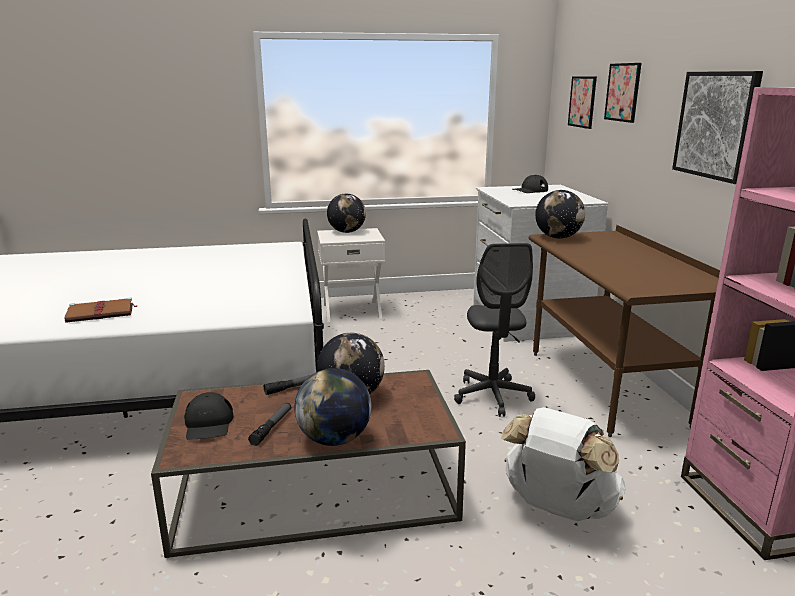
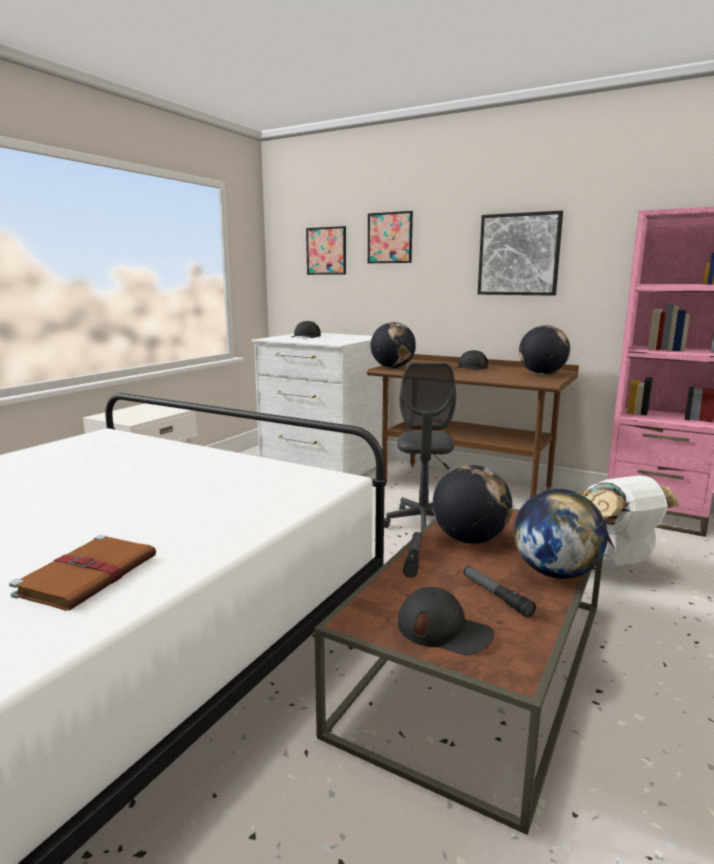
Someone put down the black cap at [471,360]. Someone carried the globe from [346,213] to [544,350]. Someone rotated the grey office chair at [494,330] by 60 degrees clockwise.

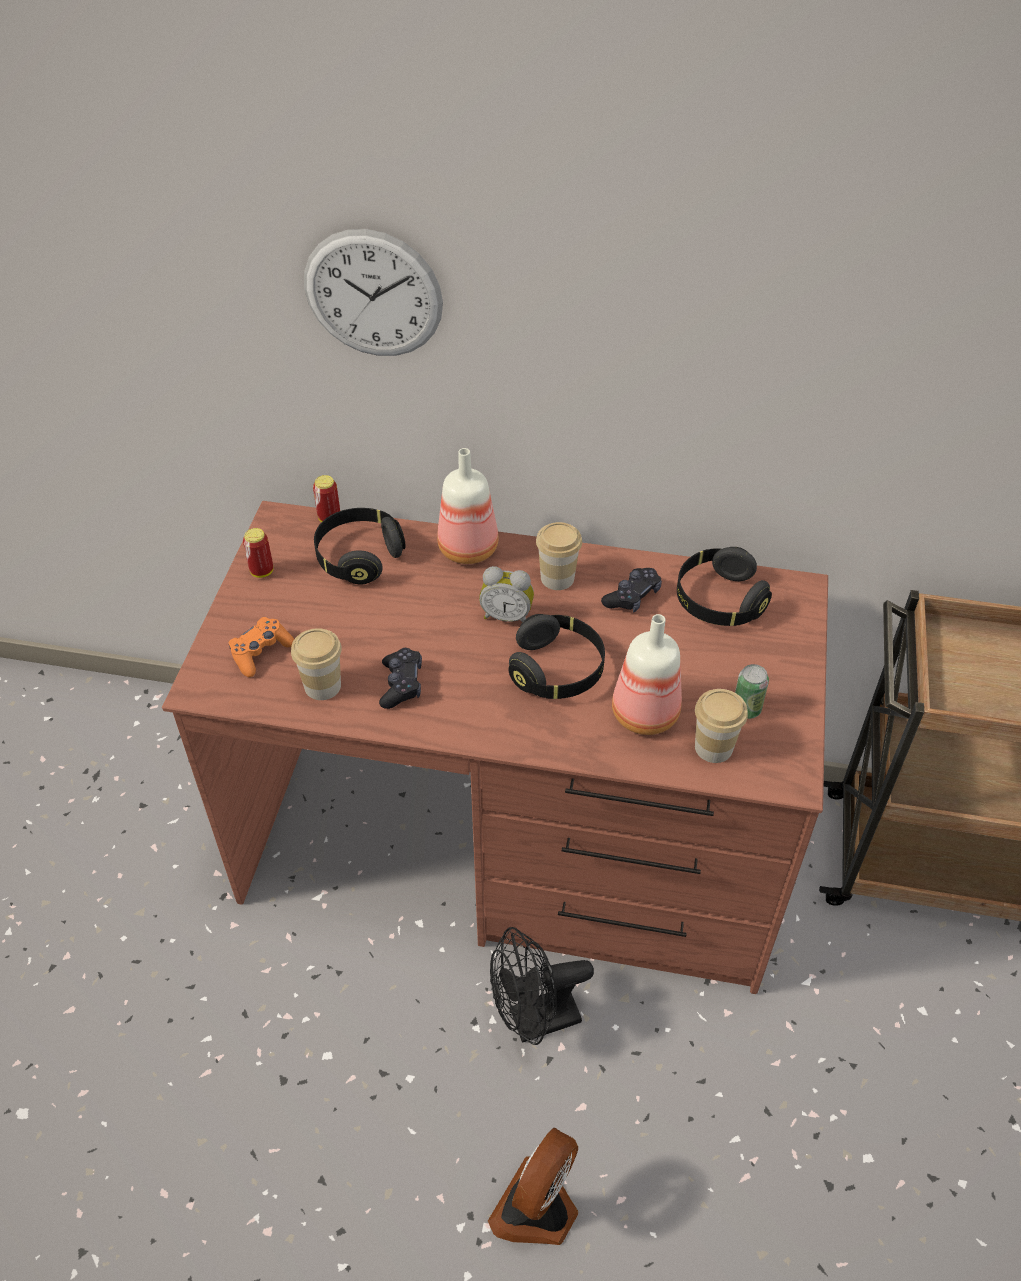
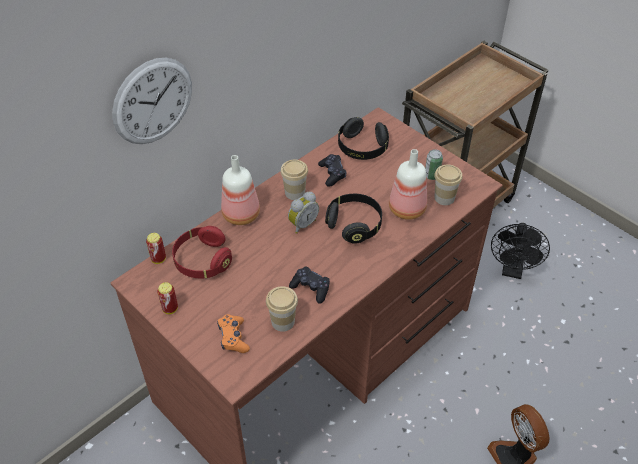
Someone carried the black fan from [542,986] to [520,251]. Someone repainted the black headphones at [360,546], which became the red headphones at [202,252].

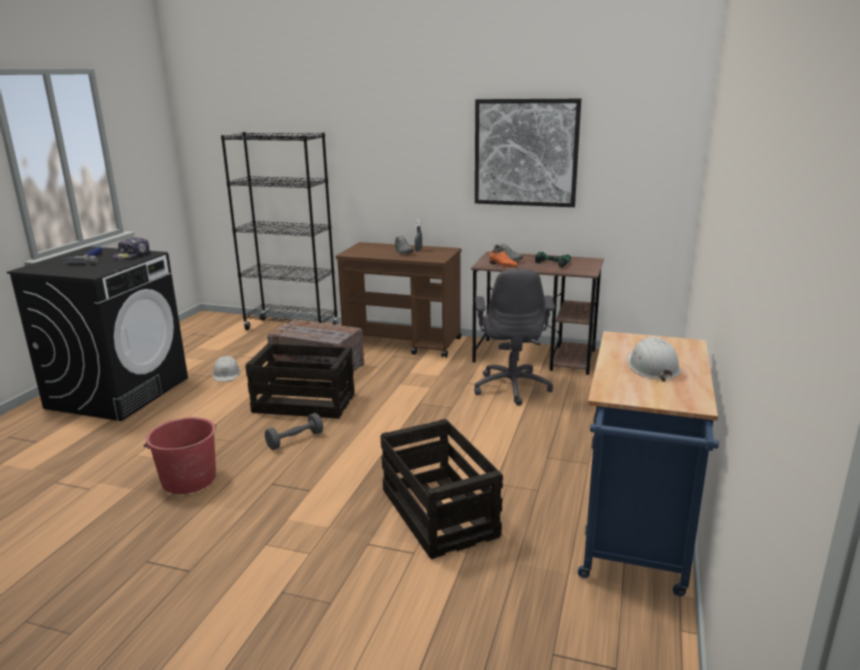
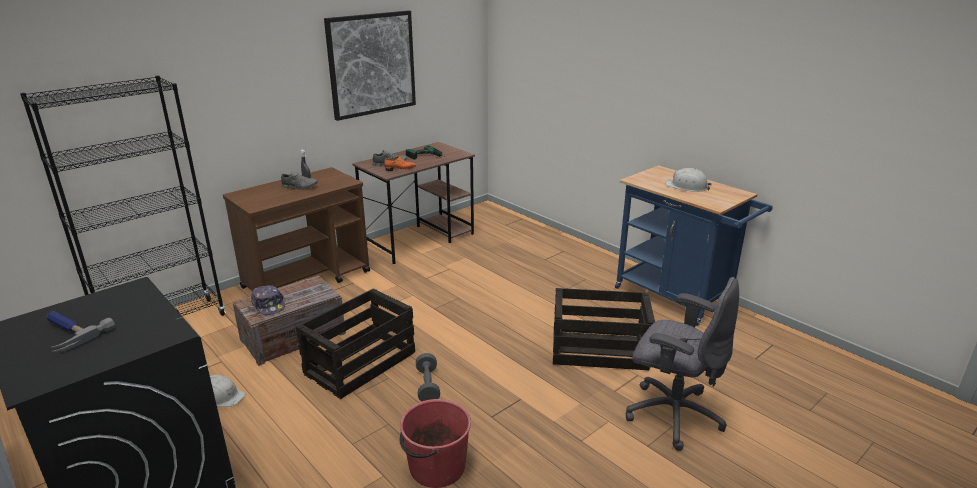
Someone carried the cap from [131,248] to [268,300]. Someone carried the grey office chair from [514,337] to [682,364].

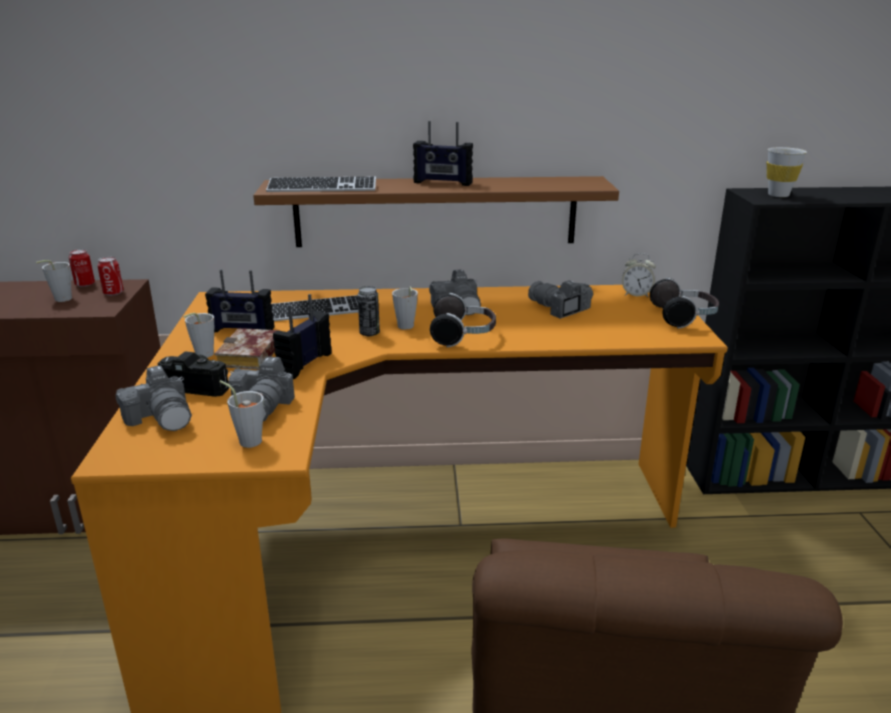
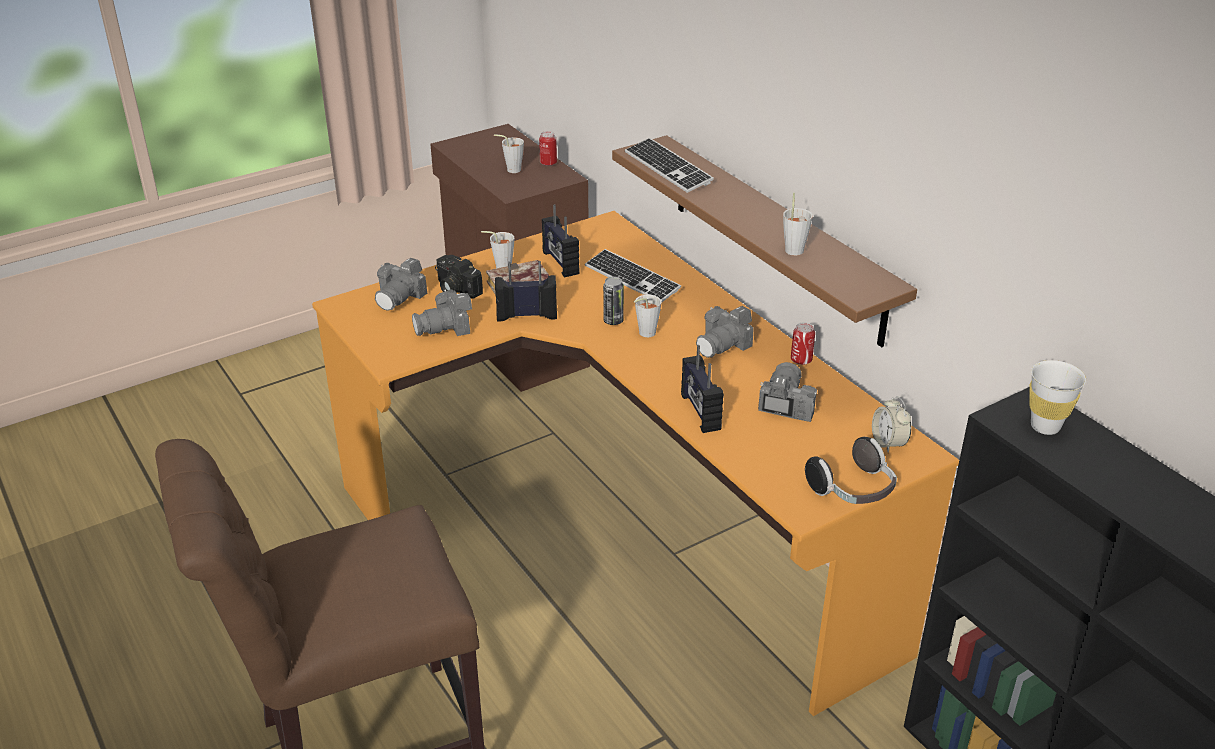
Someone took away the headphones at [463,320]. Someone carried the can from [110,276] to [803,343]. Someone carried the grey cup from [241,414] to [798,224]. Someone carried the radio from [443,153] to [702,389]. Someone rotated the photo camera at [193,374] by 150 degrees clockwise.

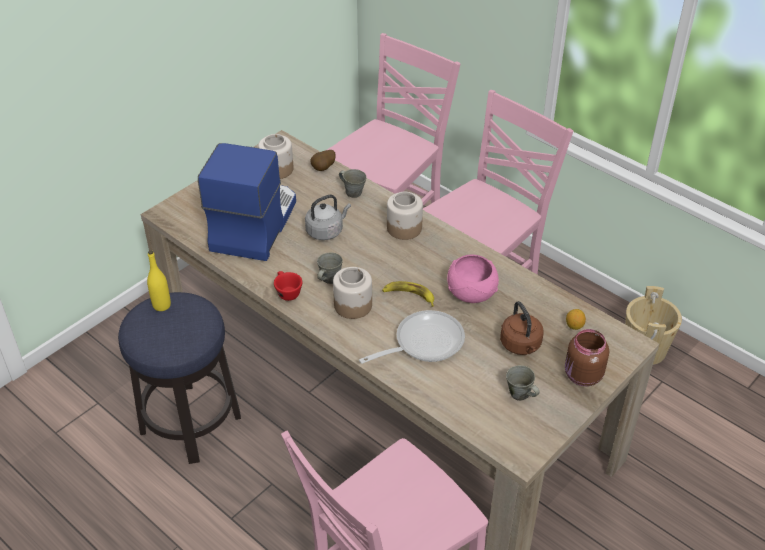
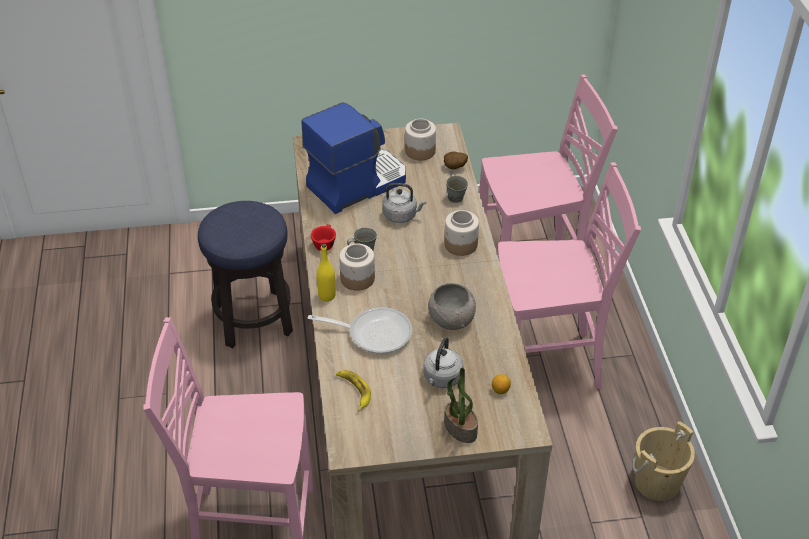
Someone took away the grey mug at [523,383]. Someone carried the yellow bottle from [159,280] to [326,272]. Someone carried the banana from [408,294] to [353,390]. Someone swapped the brown jar at [587,357] for the potted plant at [461,405]. Someone repainted the pink bowl at [473,279], which became the grey bowl at [452,306]. Someone repainted the brown kettle at [521,328], which became the grey kettle at [443,362].

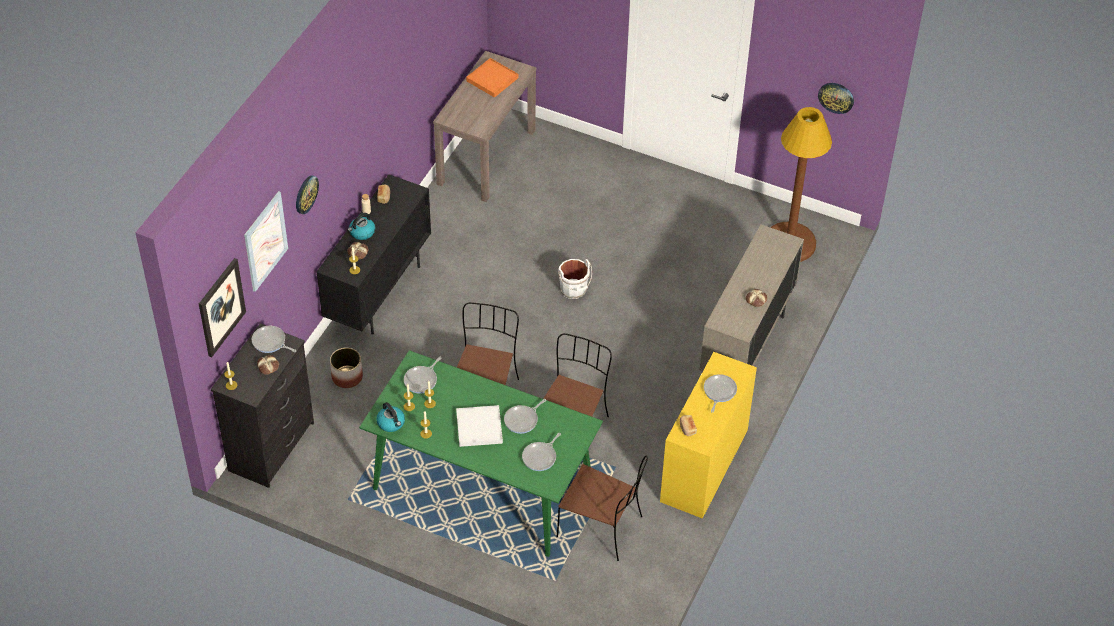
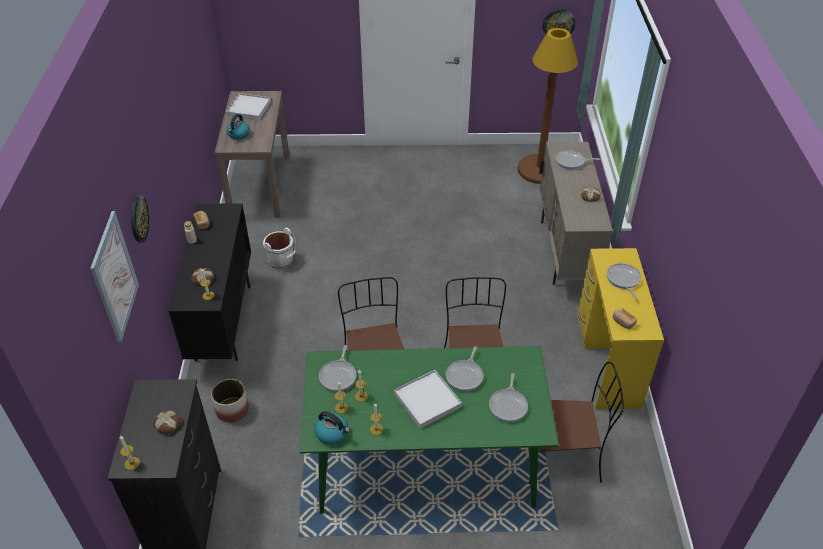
Someone took away the picture at [222,307]. Someone carried the frying pan from [274,339] to [578,159]. Someone carried the kettle from [361,226] to [238,127]. Someone carried the white bucket from [575,279] to [279,248]. Someone repainted the orange tray at [492,78], which became the white tray at [248,106].

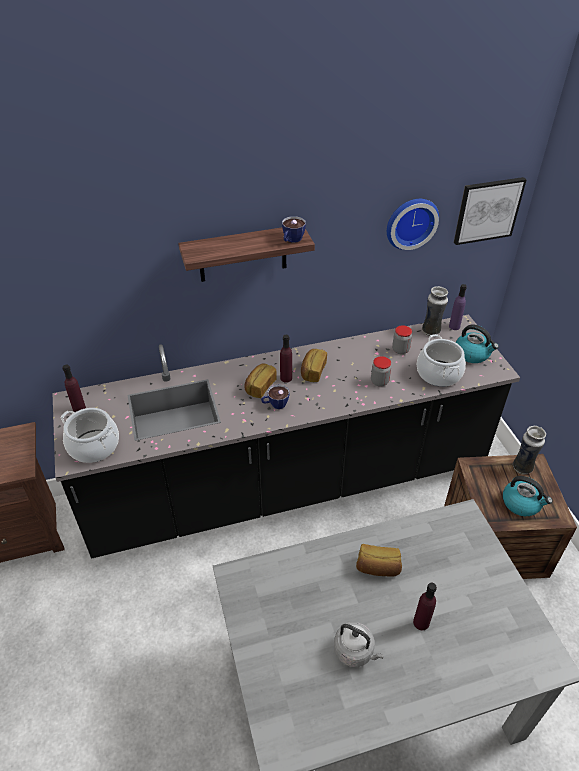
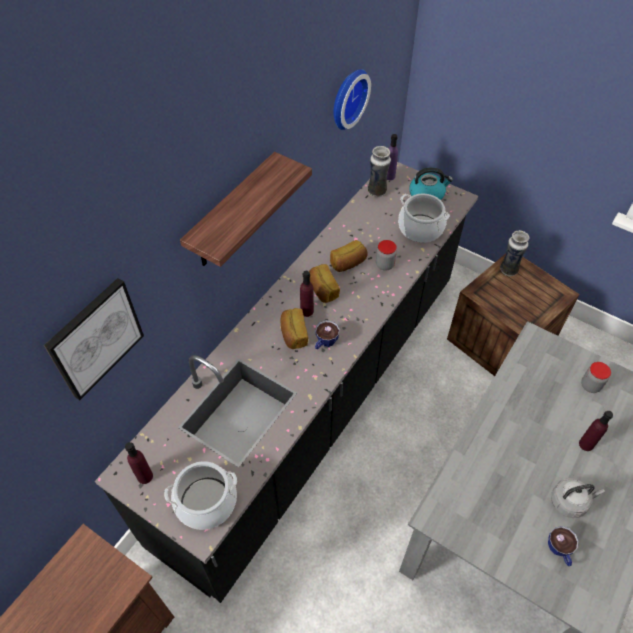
Someone took away the kettle at [527,496]. Someone carried the cup from [294,229] to [563,546]. Someone carried the bread from [379,560] to [349,256]. Someone carried the jar from [402,339] to [596,377]. Someone carried the picture from [490,211] to [94,339].

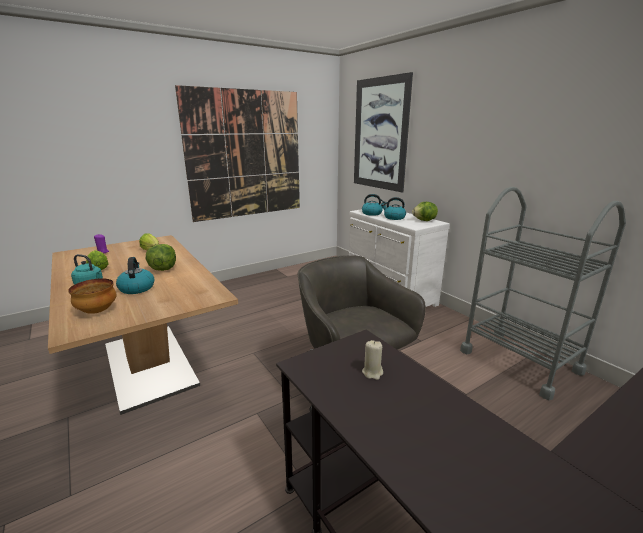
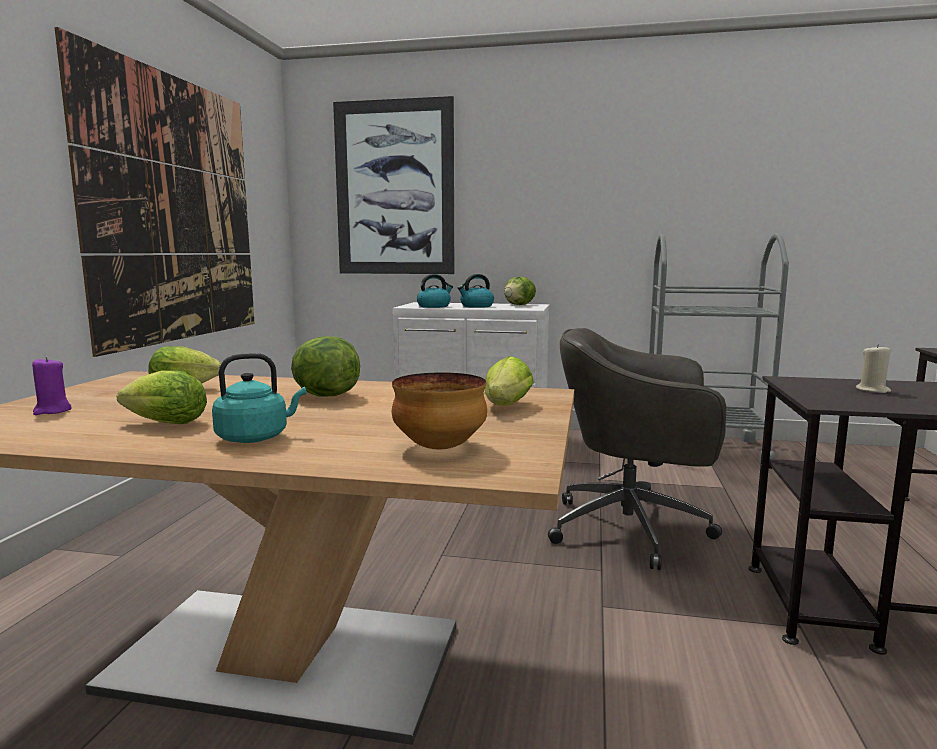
Someone took away the kettle at [135,275]. Someone put down the lettuce at [509,381].

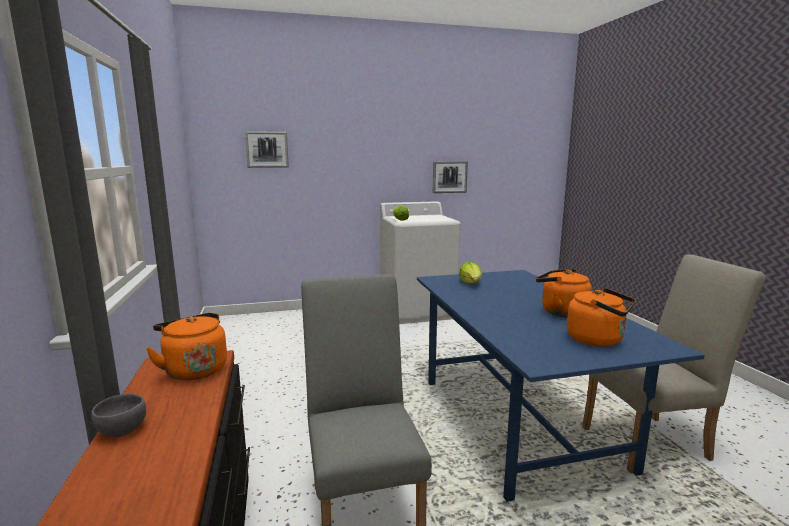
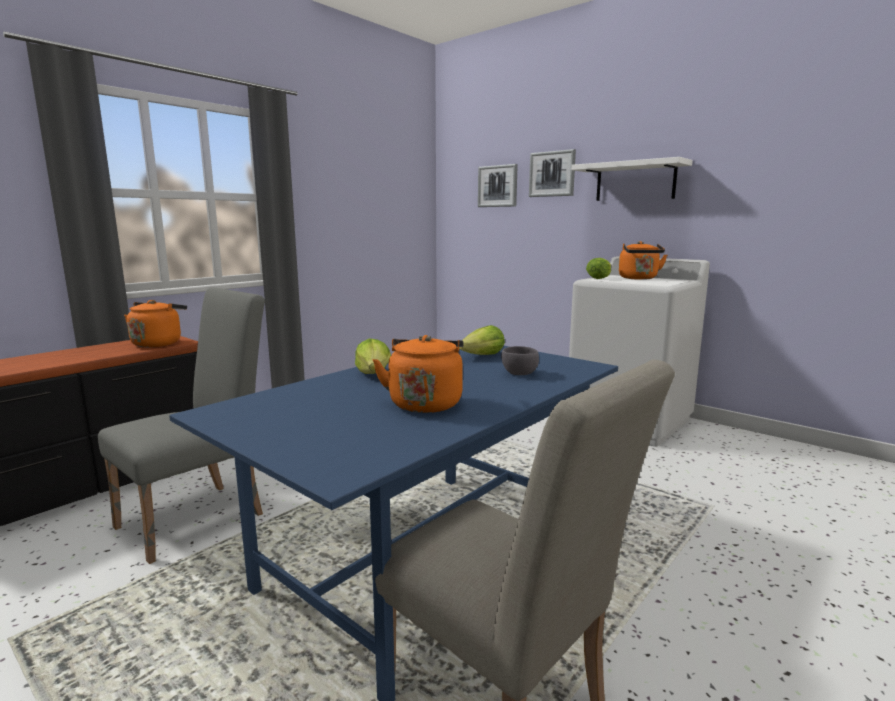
Someone put down the lettuce at [373,356]. Someone put up the white shelf at [632,179]. Someone carried the grey bowl from [118,415] to [520,360]. Someone carried the picture from [450,177] to [552,173]. Someone carried the orange kettle from [601,317] to [643,260].

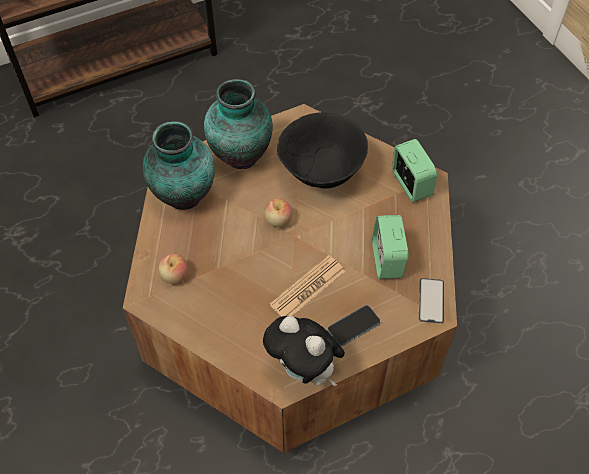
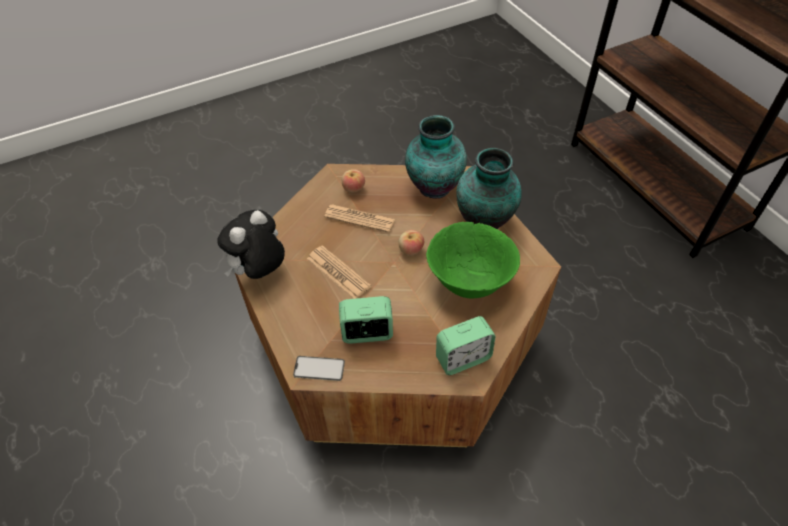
Someone took away the phone at [353,326]. Someone put down the newspaper at [359,218]. Someone repainted the black bowl at [322,150], which became the green bowl at [473,260].

